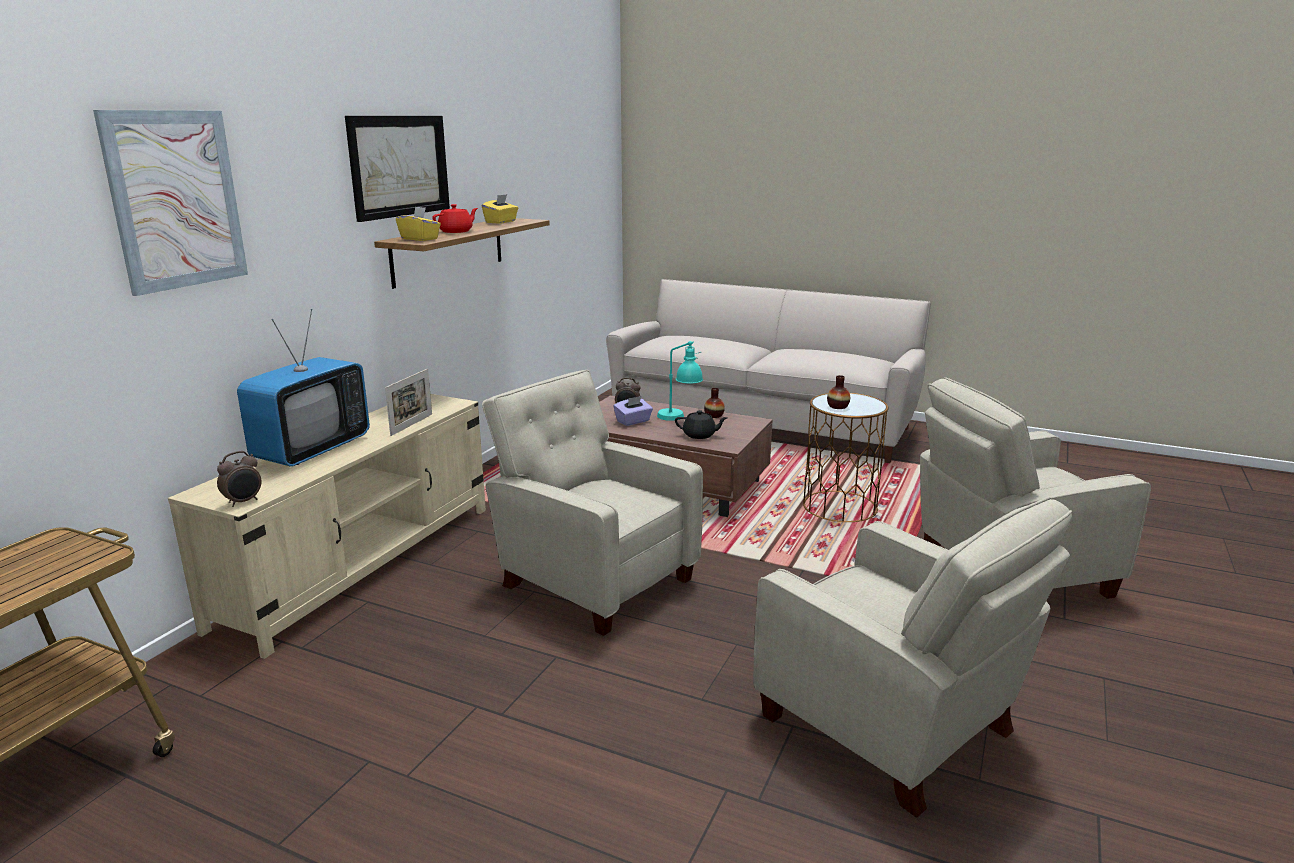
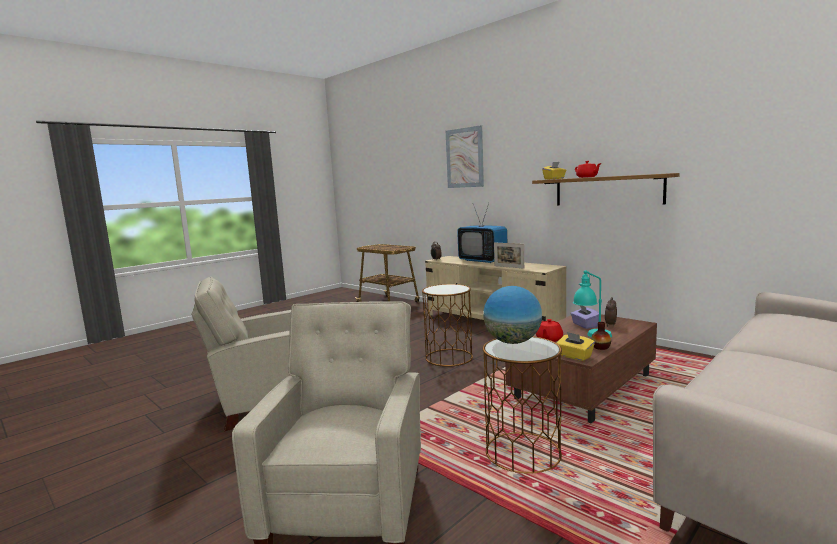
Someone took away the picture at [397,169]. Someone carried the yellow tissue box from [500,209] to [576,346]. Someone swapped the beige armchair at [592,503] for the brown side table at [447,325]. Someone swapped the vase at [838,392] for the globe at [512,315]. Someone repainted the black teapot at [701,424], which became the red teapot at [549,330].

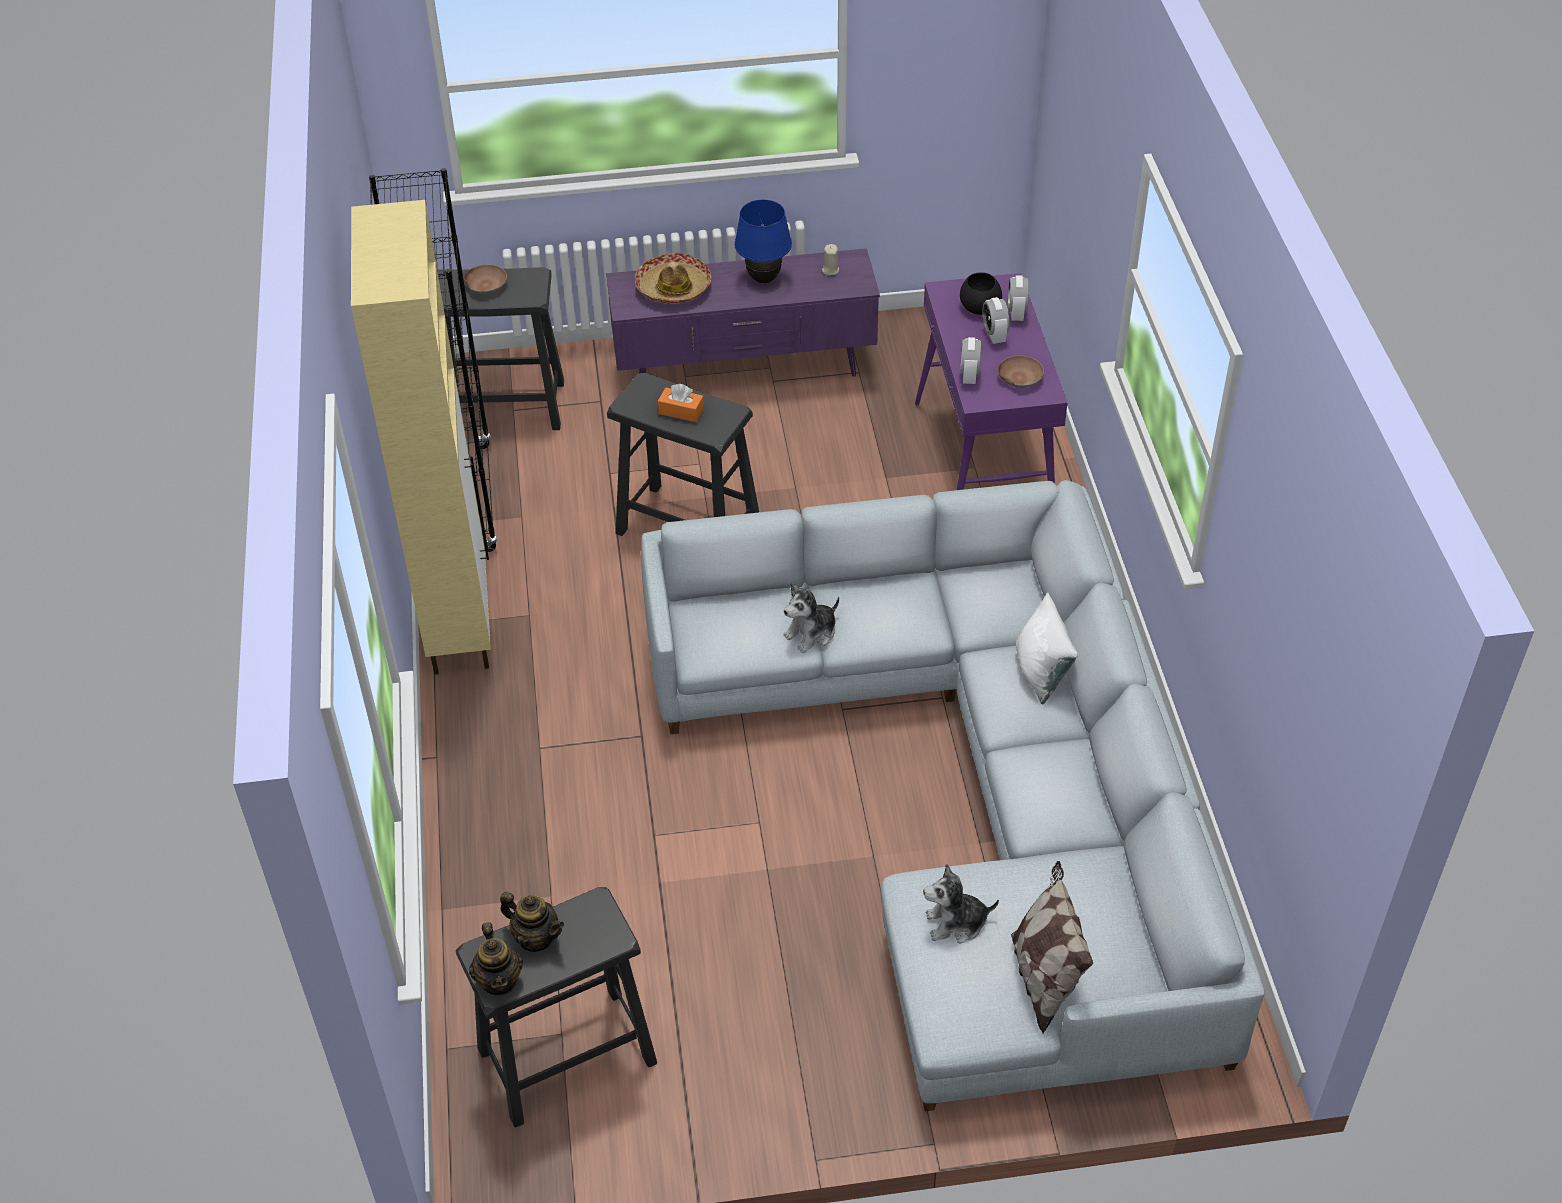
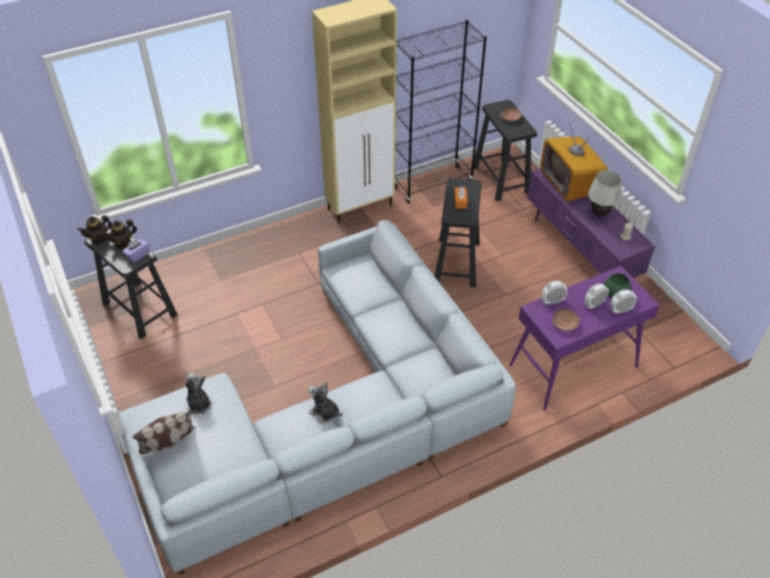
Someone took away the white pillow at [1047,649]. Someone put down the purple tissue box at [136,250]. Someone carried the plush toy from [811,618] to [325,402]. Someone swapped the hat at [673,278] for the television at [574,162]. Someone repainted the blue table lamp at [763,241], which became the white table lamp at [605,193]. Someone repainted the black bowl at [981,293], which became the green bowl at [617,285]. Someone rotated the teapot at [532,922] by 45 degrees clockwise.

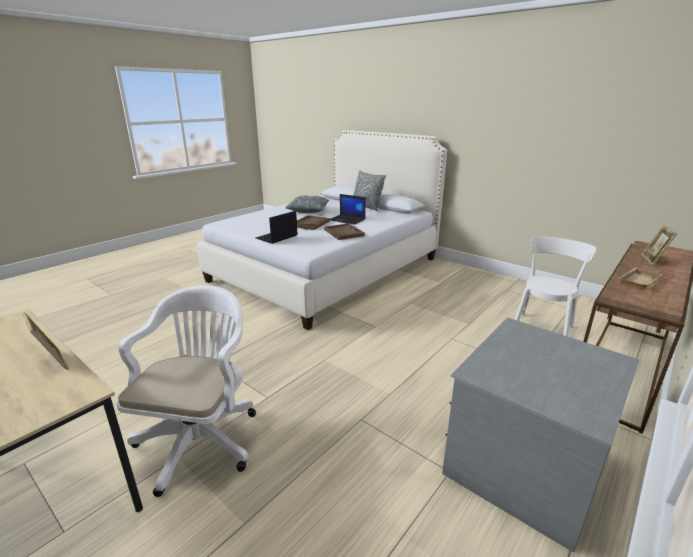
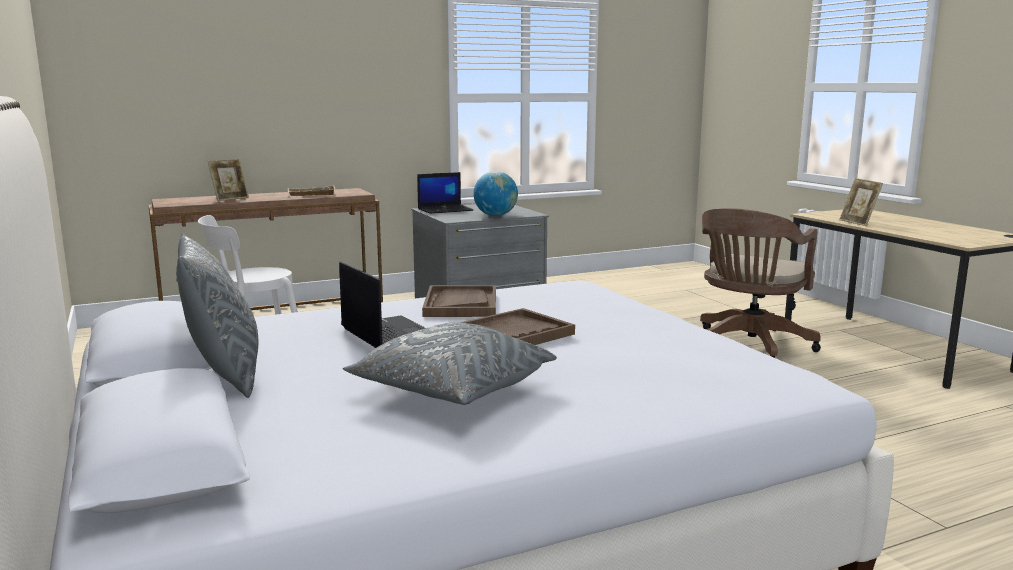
Someone put down the globe at [495,193]. Someone carried the laptop from [277,227] to [445,193]. Someone repainted the white office chair at [186,391], which became the brown office chair at [760,283].

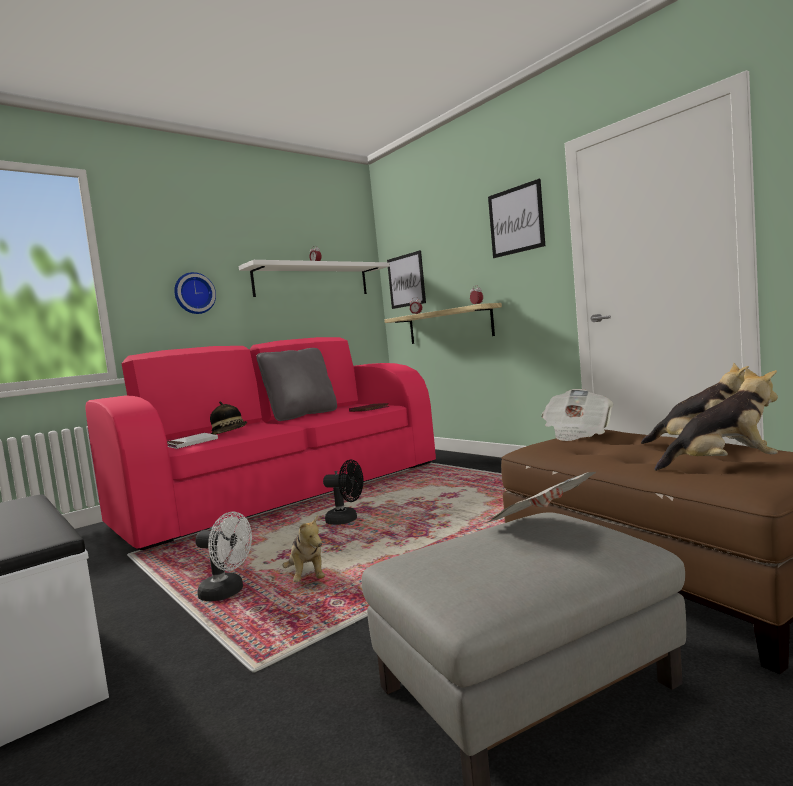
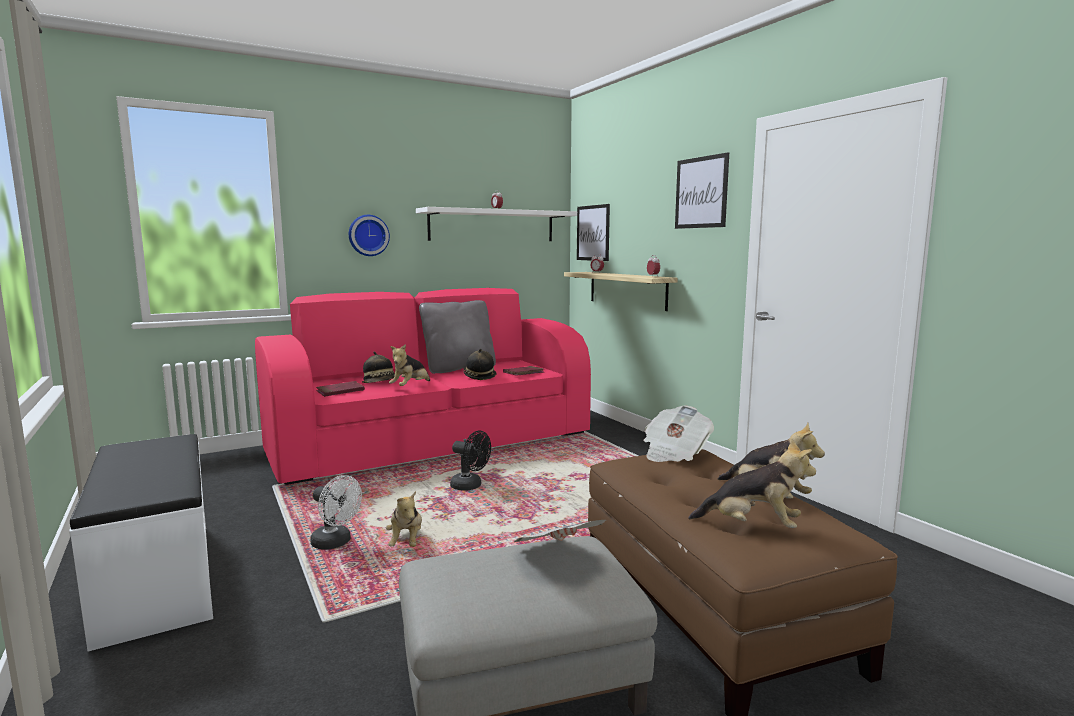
Someone put down the plush toy at [409,365]. Someone put down the hat at [479,364]. Someone repainted the white book at [192,441], which became the red book at [340,389].

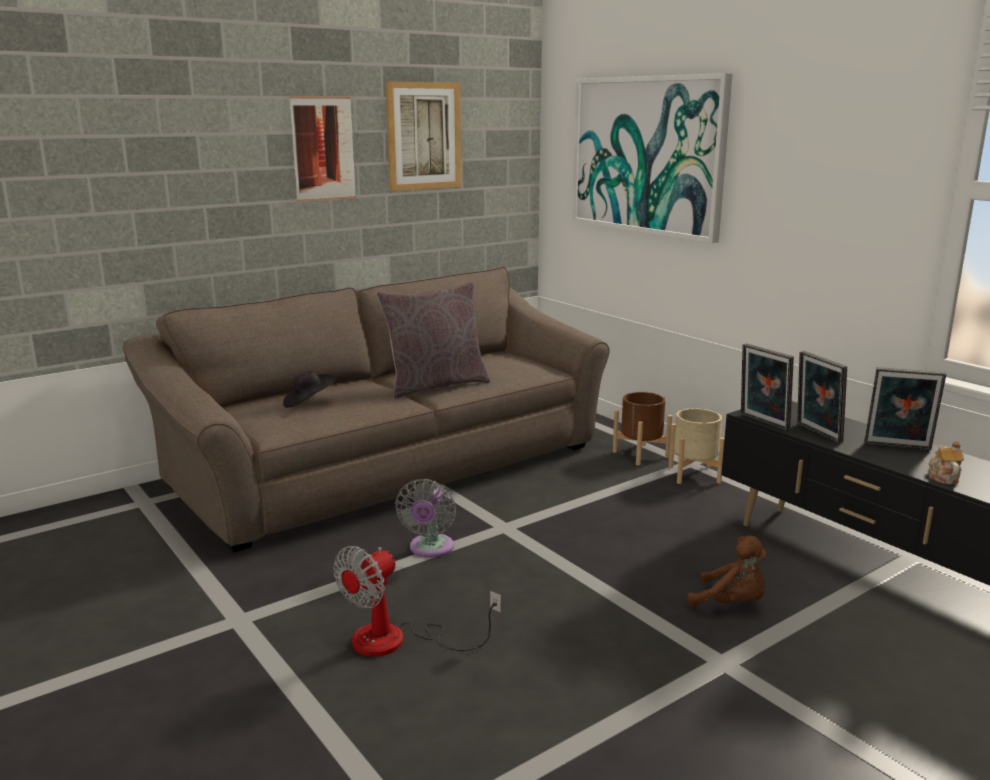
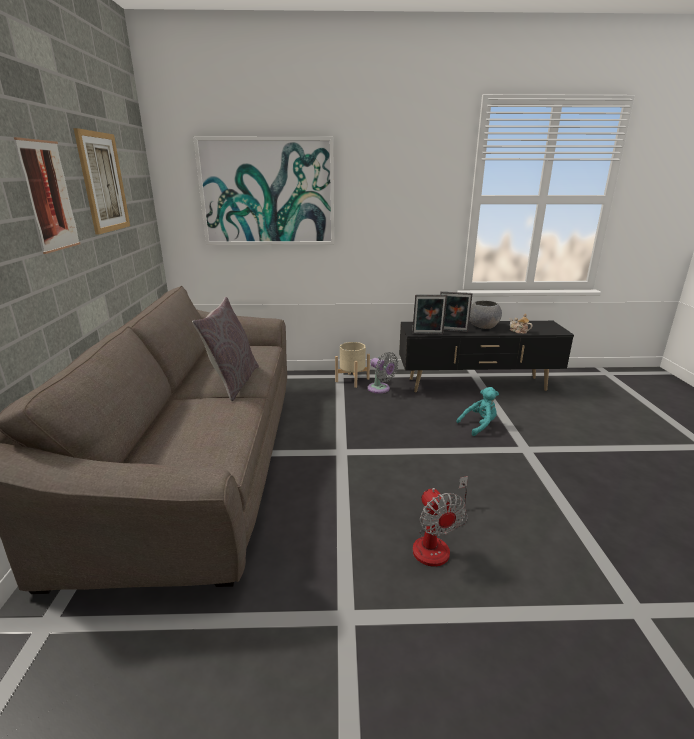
Someone took away the black hat at [309,389]. Someone took away the brown planter at [643,428]. Someone carried the grey fan from [425,518] to [383,372]. Someone swapped the picture frame at [905,408] for the grey bowl at [486,315]. Someone repainted the brown plush toy at [727,571], which became the turquoise plush toy at [477,411].

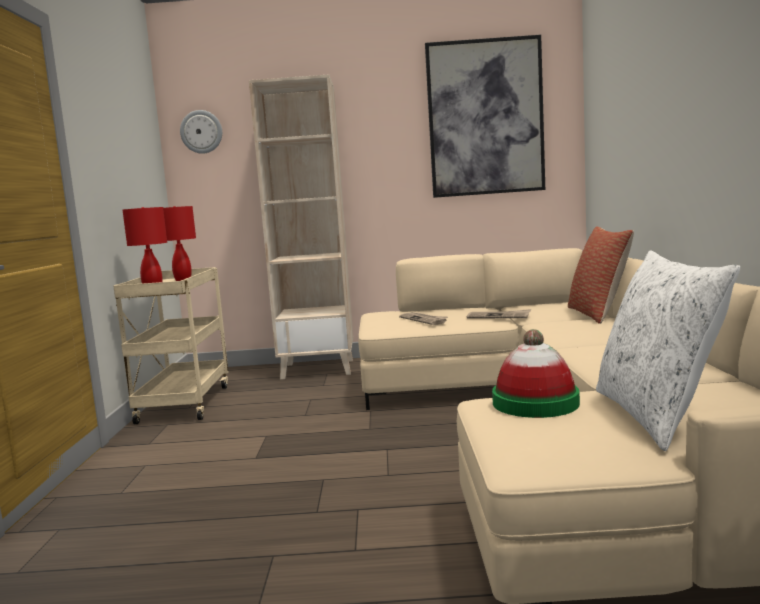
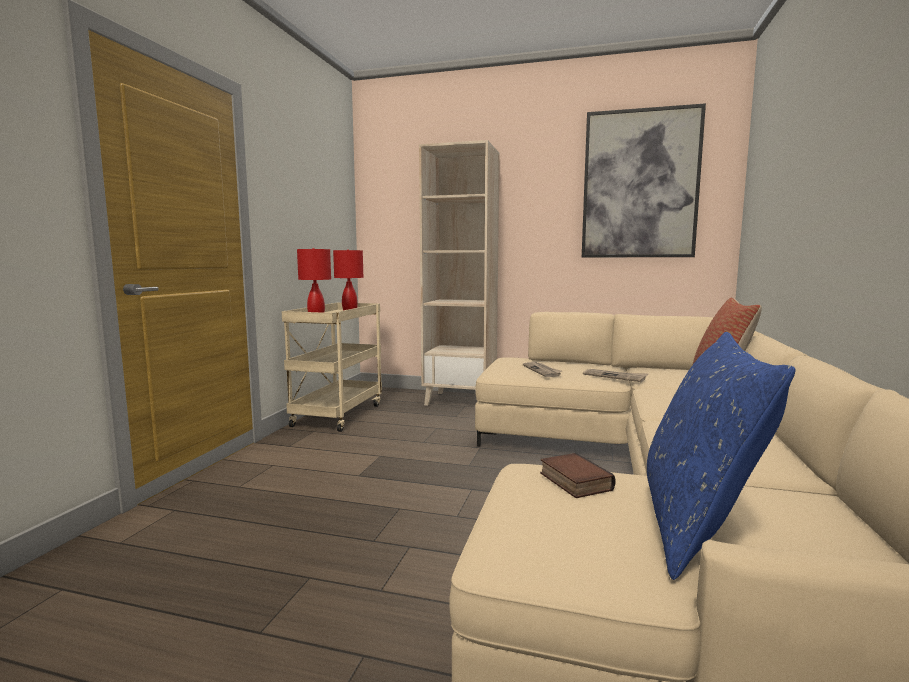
Someone took away the wall clock at [201,132]. Someone swapped the hat at [536,373] for the book at [578,475]. Someone repainted the white pillow at [668,350], which became the blue pillow at [721,456].

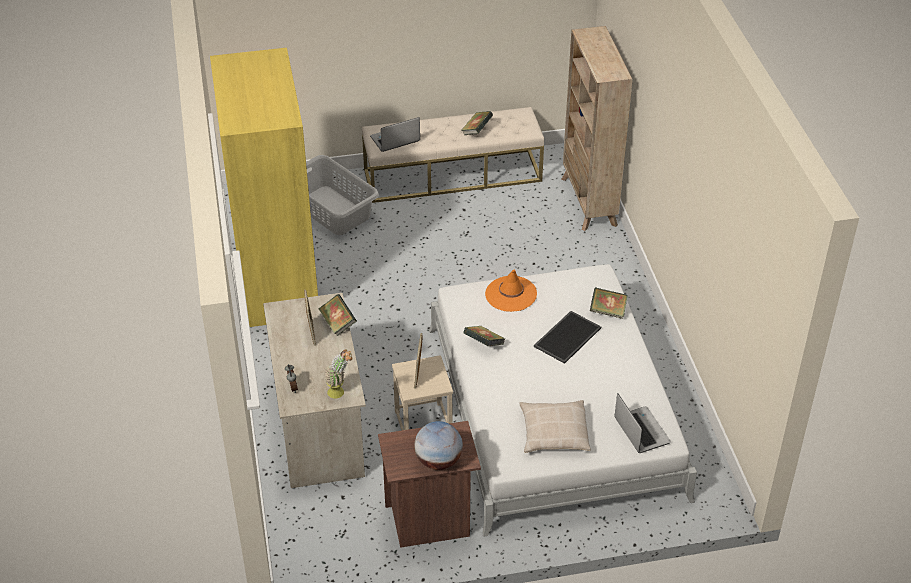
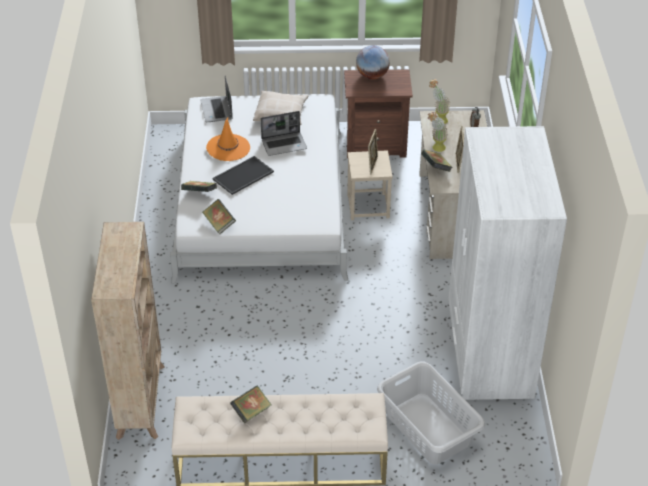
Someone put down the potted plant at [438,131]. Someone carried the laptop from [395,134] to [284,133]. Someone carried the book from [484,336] to [219,216]. Someone carried the orange hat from [511,291] to [228,139]. Someone repainted the yellow wardrobe at [264,187], which became the white wardrobe at [507,263].

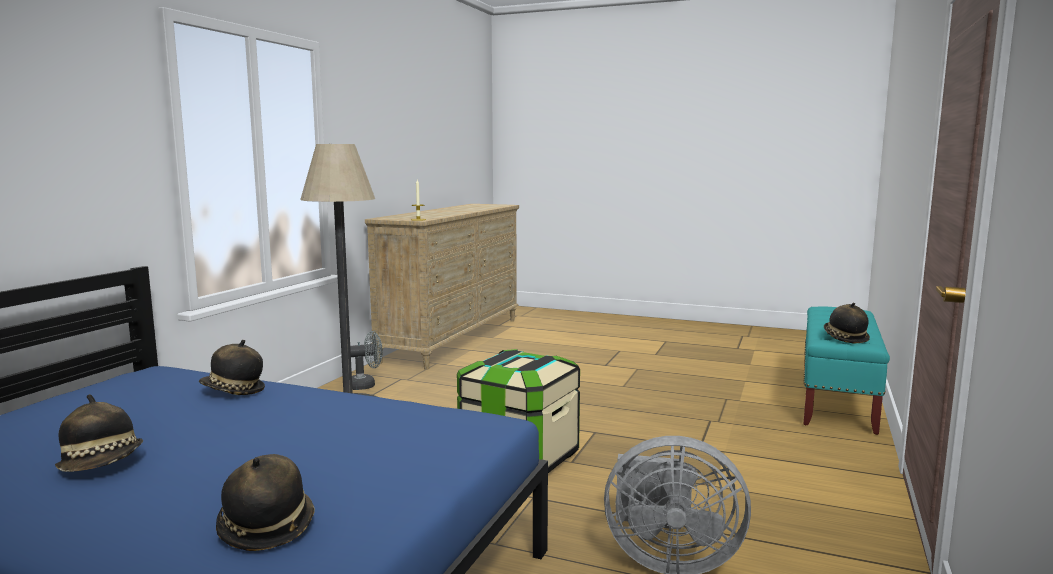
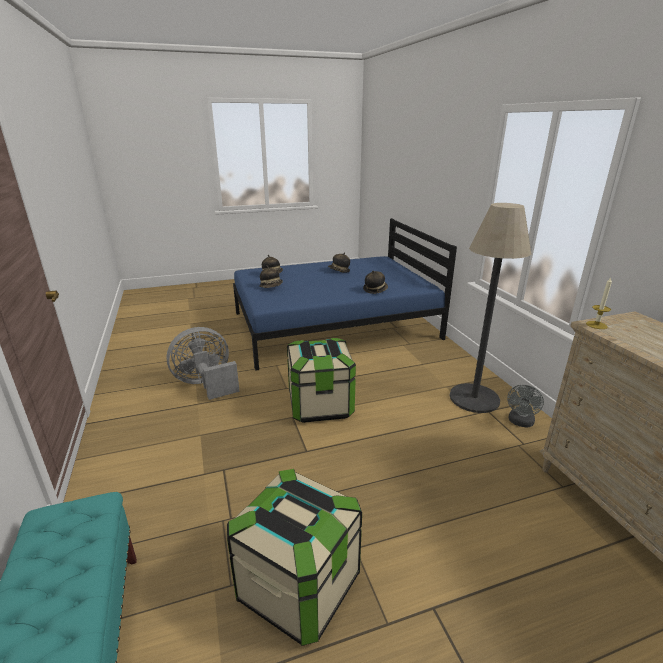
Someone put down the storage box at [294,557]. Someone carried the hat from [847,323] to [271,276].

